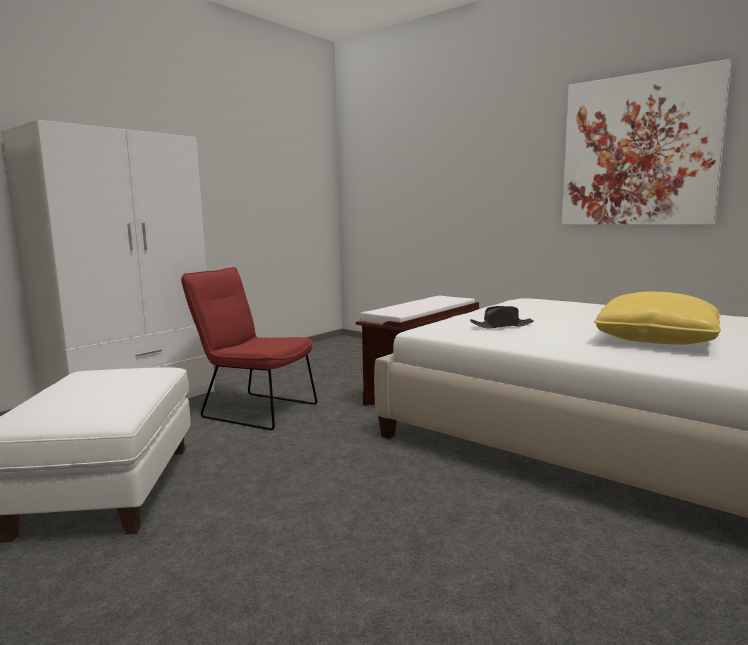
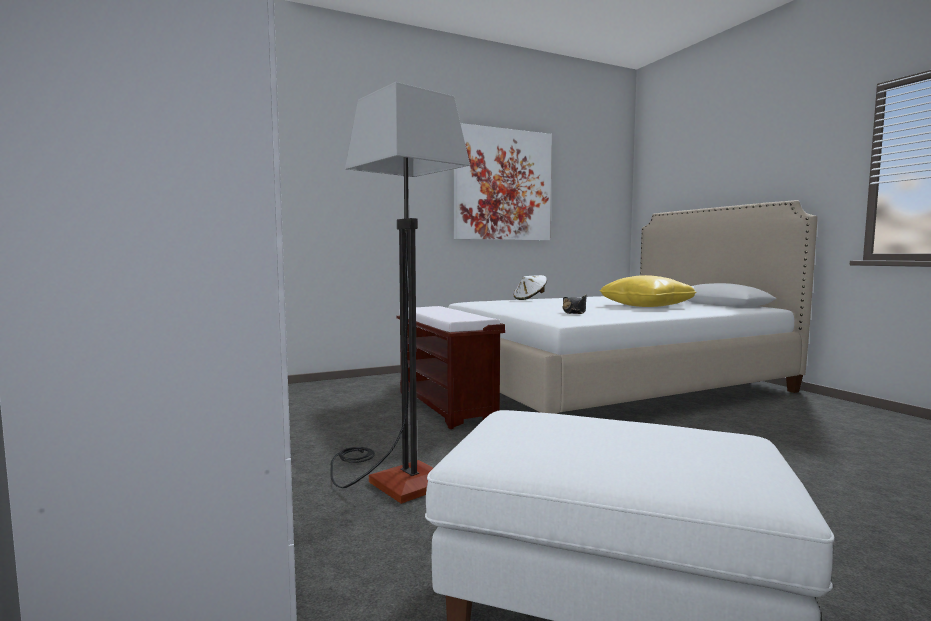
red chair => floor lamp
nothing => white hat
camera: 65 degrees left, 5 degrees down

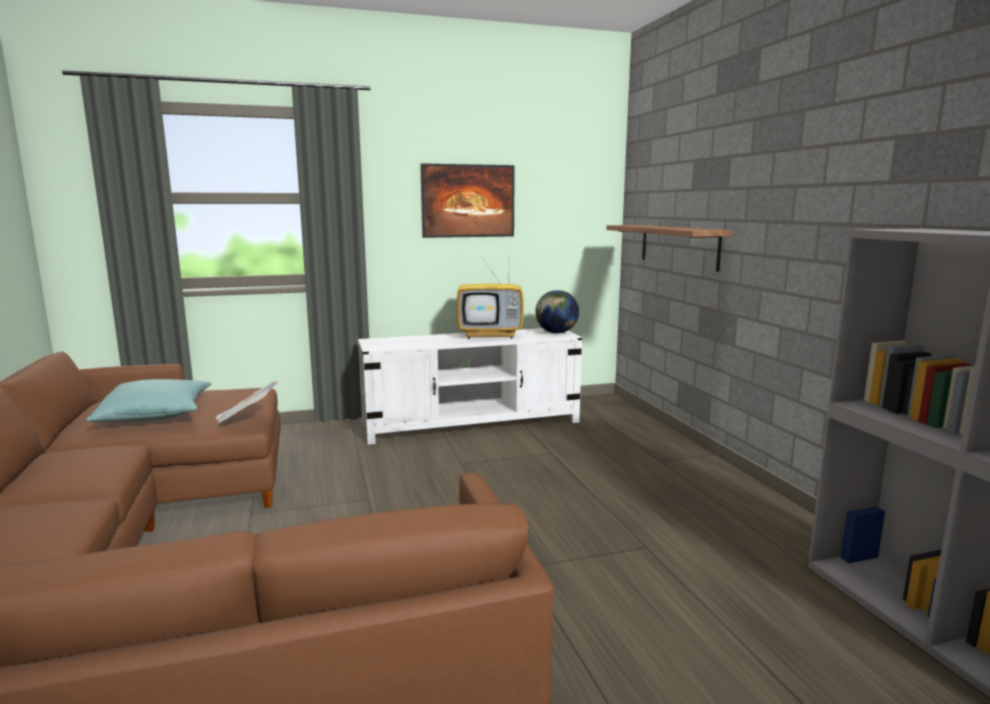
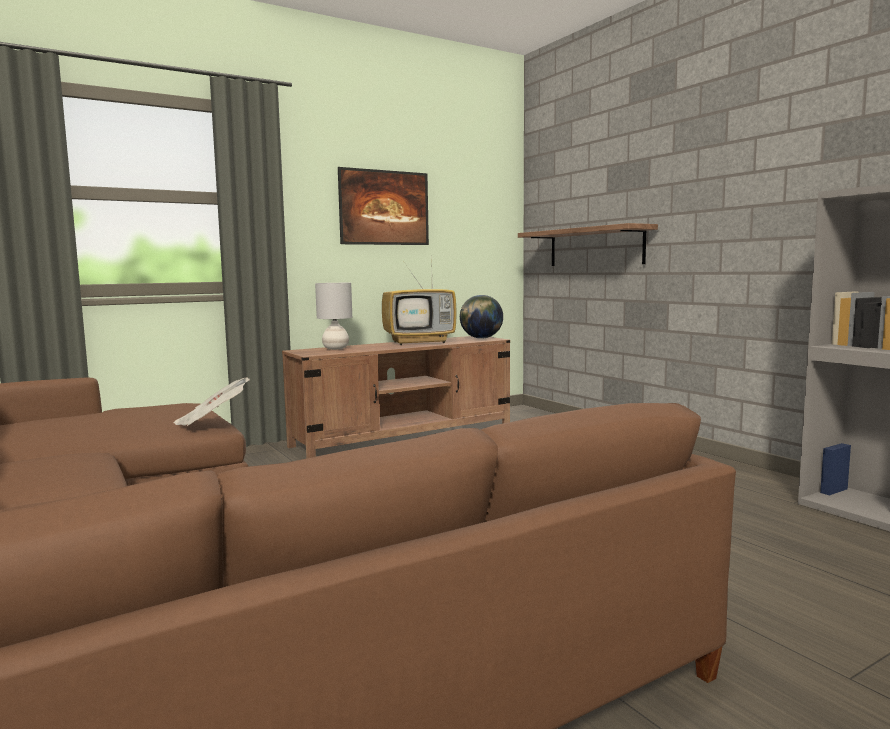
white tv stand => brown tv stand
turquoise pillow => nothing
nothing => grey table lamp
camera: 15 degrees left, 5 degrees down

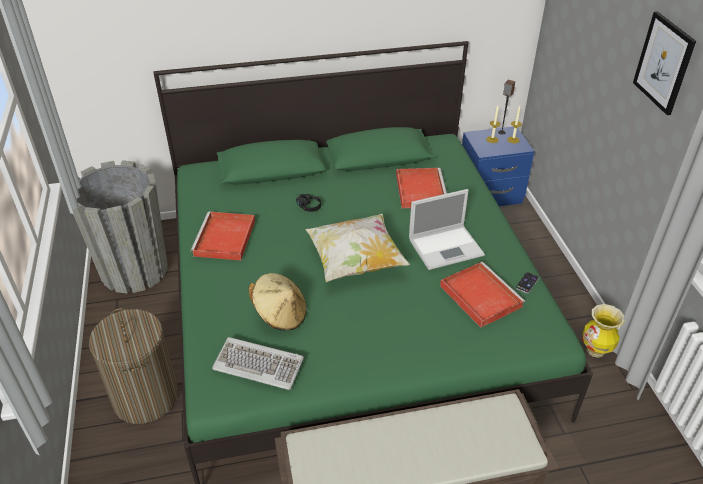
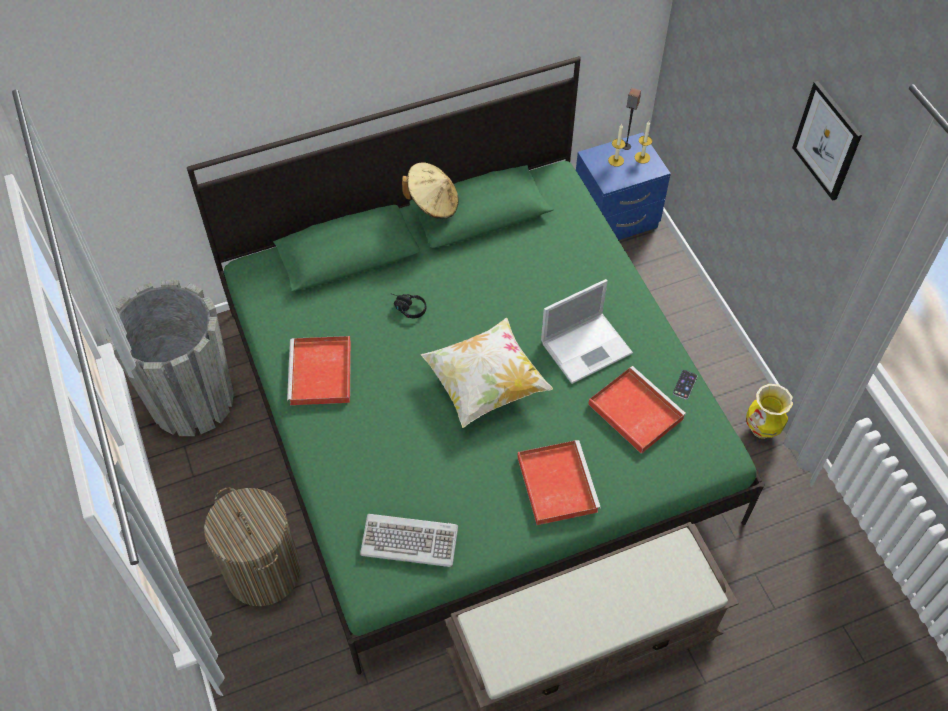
red tray (no. 2 from left), relocated
beige hat, relocated
camera: 10 degrees left, 15 degrees up

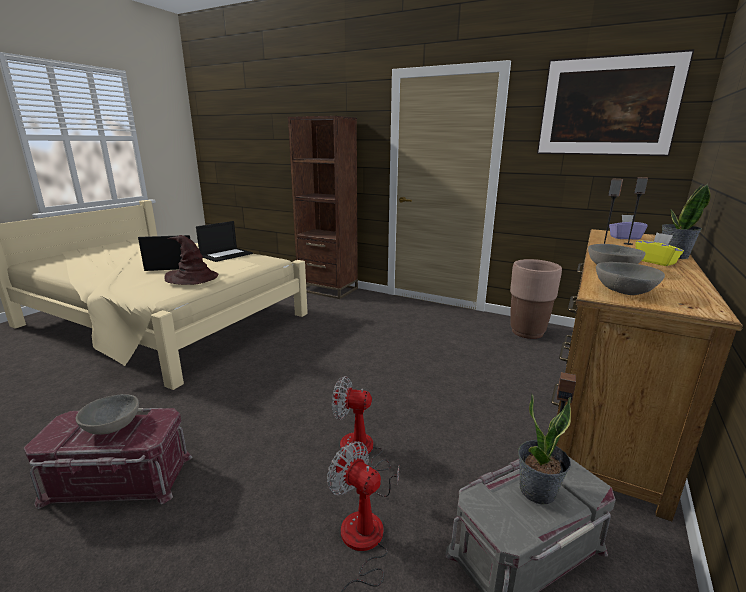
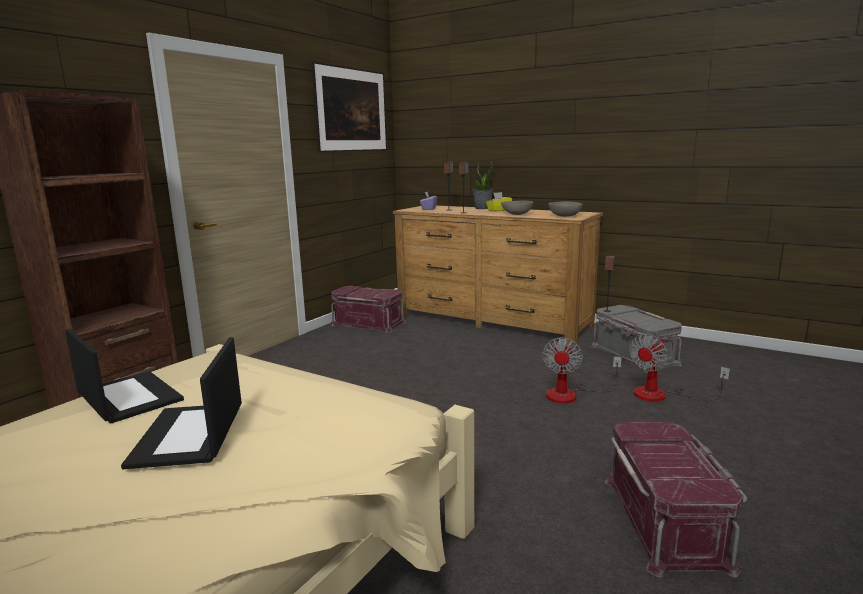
brown hat => nothing
brown planter => red storage box (no. 1 from left)
grey bowl (no. 1 from left) => nothing
potted plant (no. 1 from left) => nothing
camera: 85 degrees left, 5 degrees down

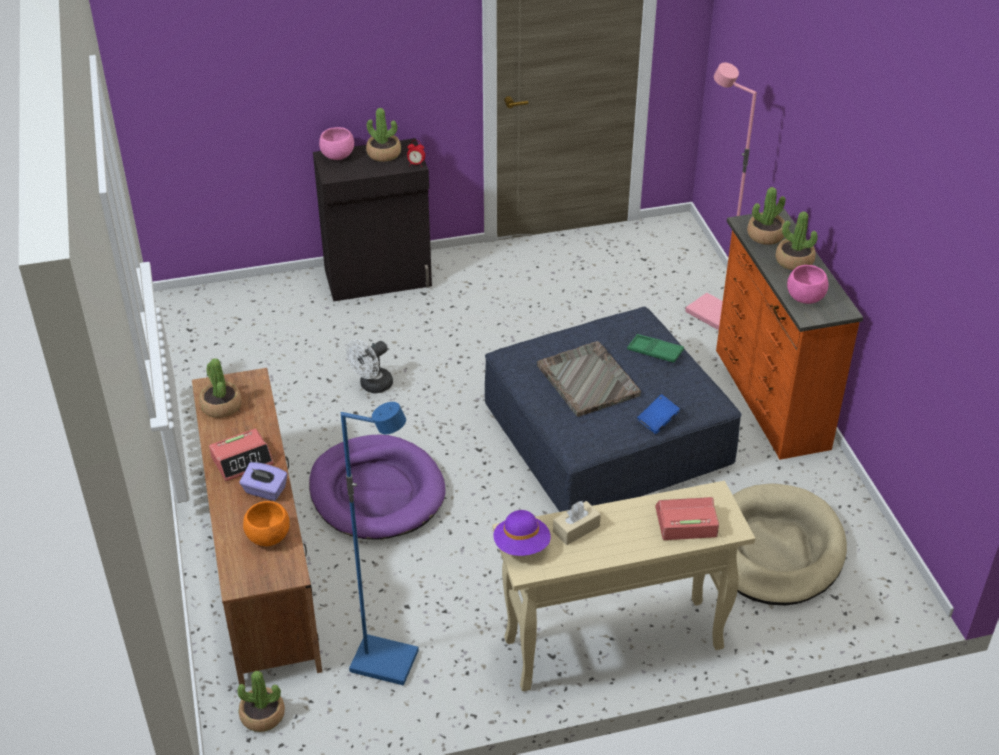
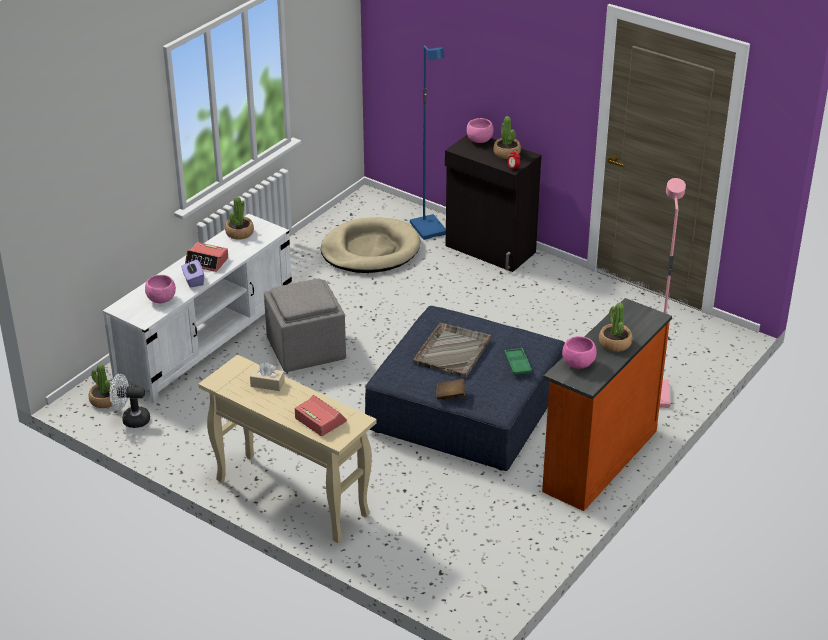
potted plant (no. 4 from left) => nothing
white fan, relocated
brown tv stand => white tv stand
blue book => brown book
blue floor lamp, relocated
purple dog bed => grey ottoman
beige dog bed, relocated
orange bowl => pink bowl (no. 1 from left)
purple hat => nothing
camera: 50 degrees right, 5 degrees down

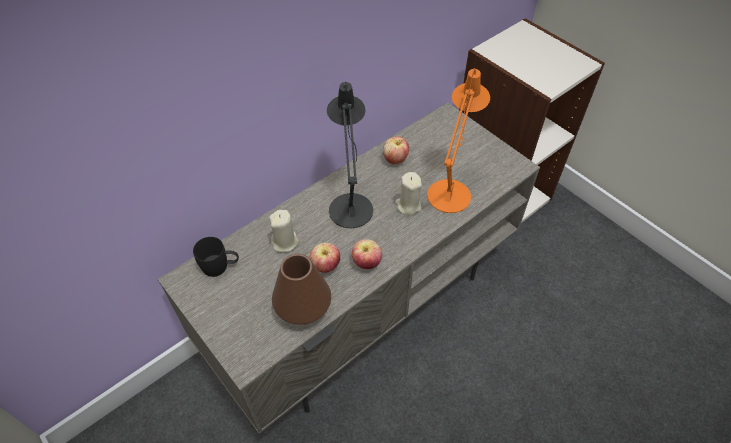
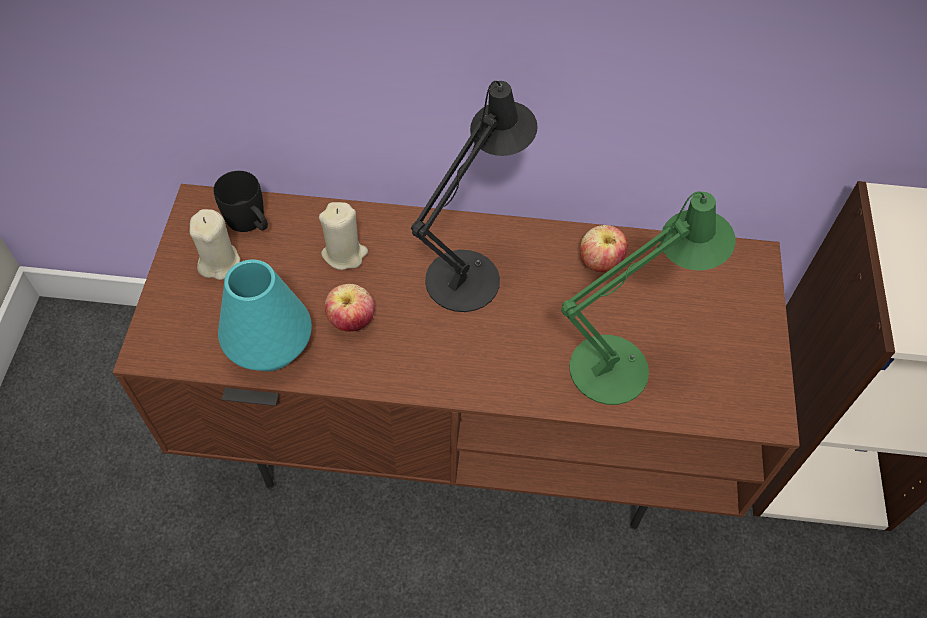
orange table lamp => green table lamp
grey tv stand => brown tv stand
beige candle (no. 2 from left in the first image) => beige candle (no. 1 from left), relocated
apple (no. 2 from left) => nothing
brown vase => turquoise vase
camera: 45 degrees right, 5 degrees up

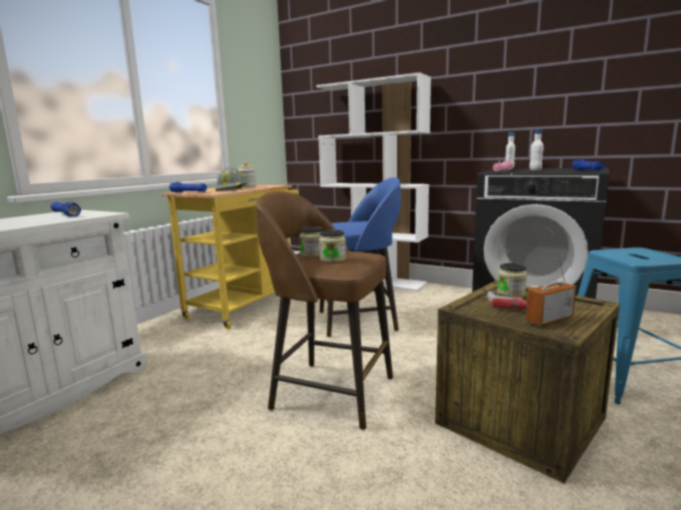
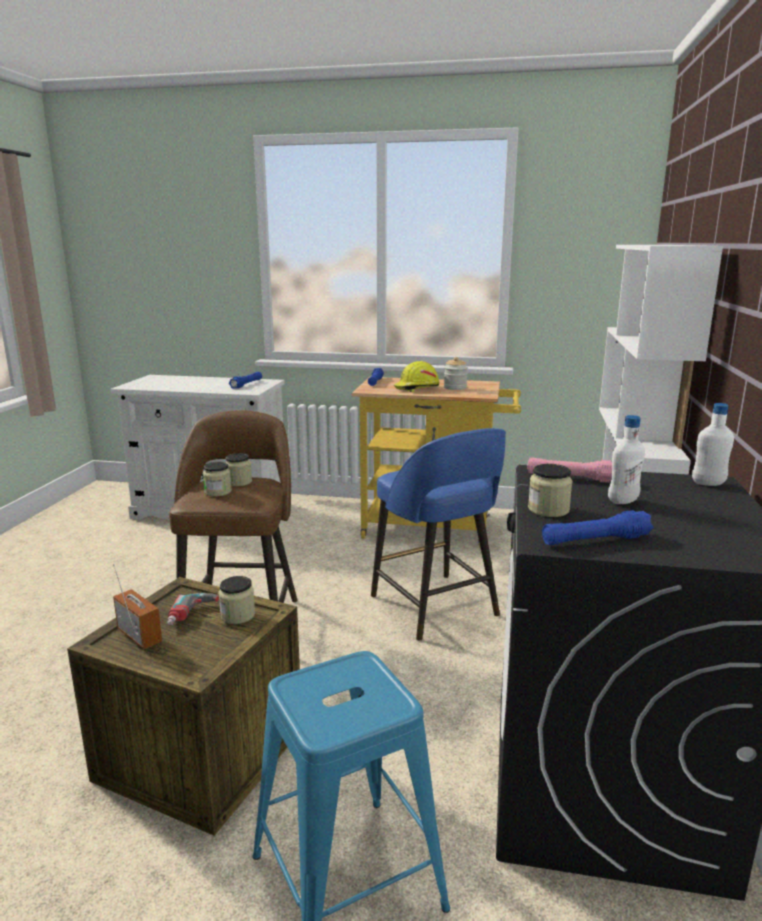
grey hard hat => yellow hard hat
nothing => jar (no. 5 from left)
camera: 70 degrees right, 5 degrees up

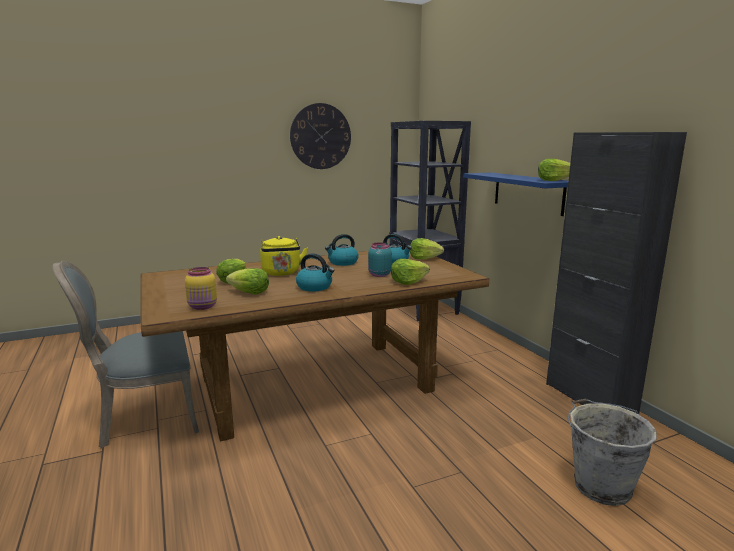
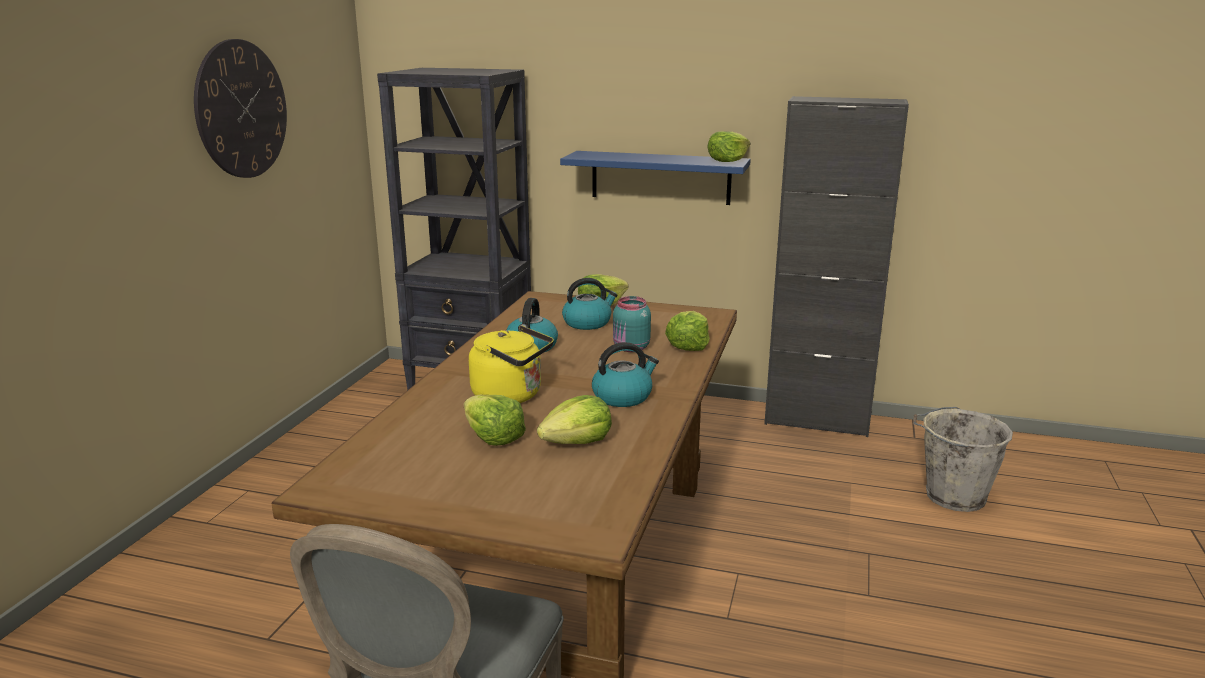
yellow jar => nothing
camera: 50 degrees left, 5 degrees up

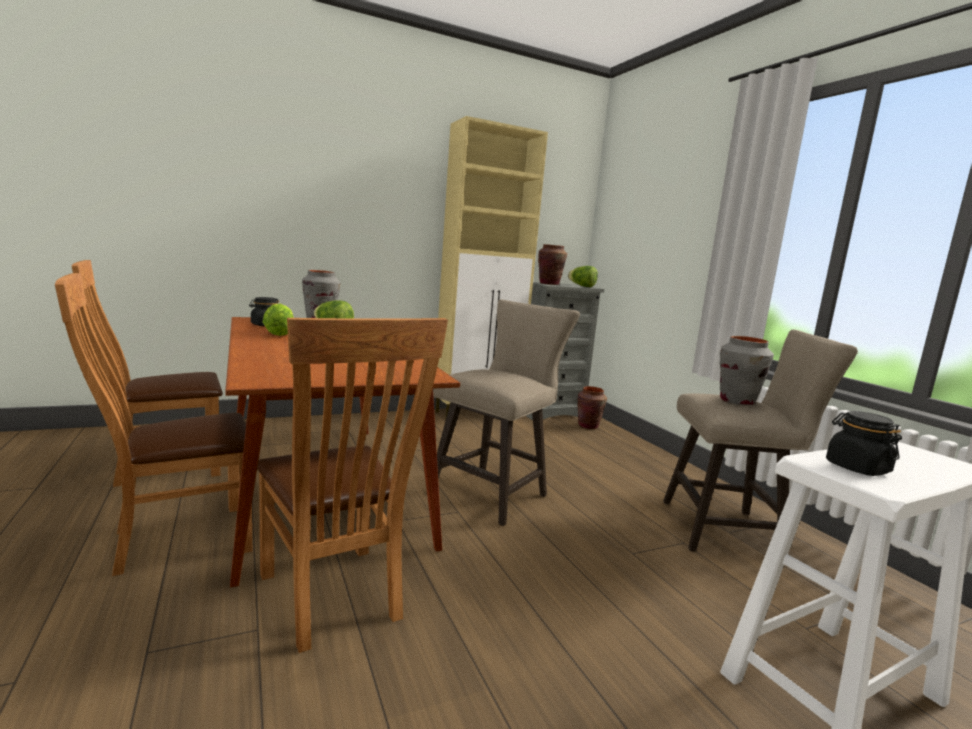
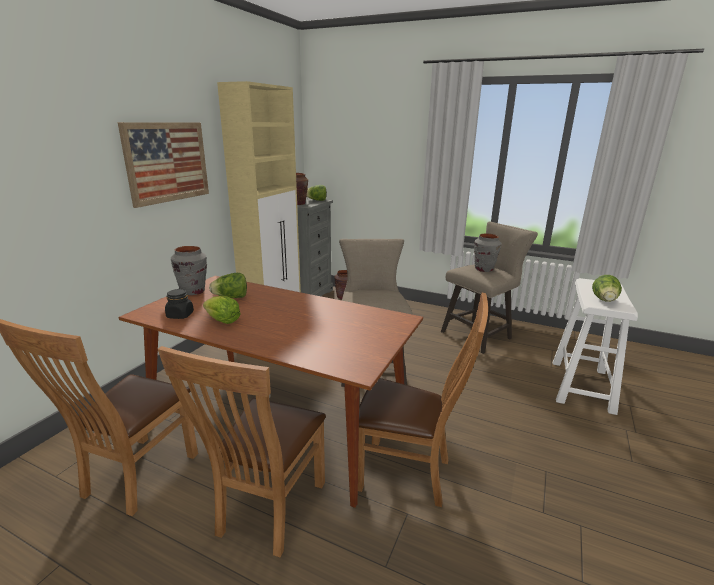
black jar (no. 2 from left) => lettuce (no. 4 from left)
nothing => picture
camera: 40 degrees left, 10 degrees up

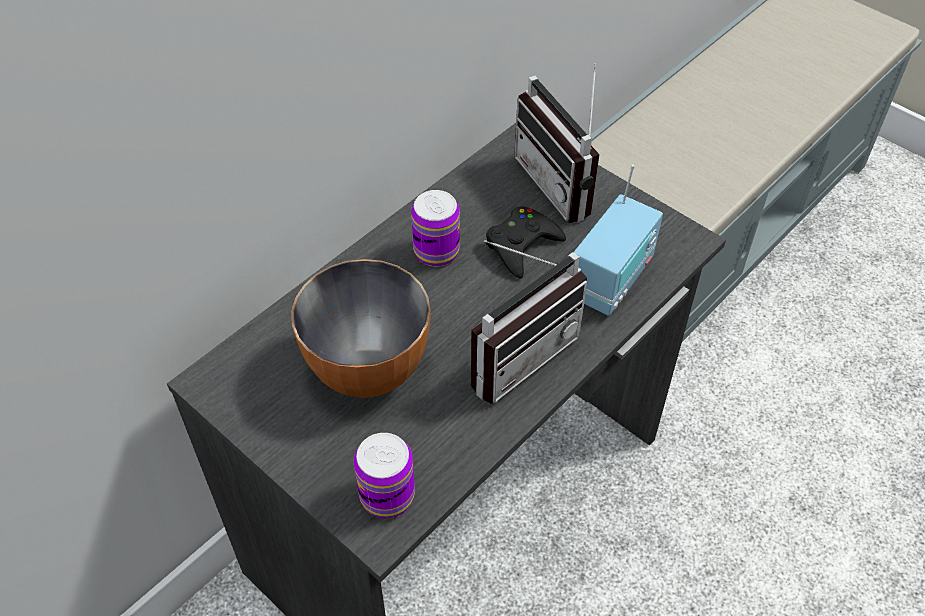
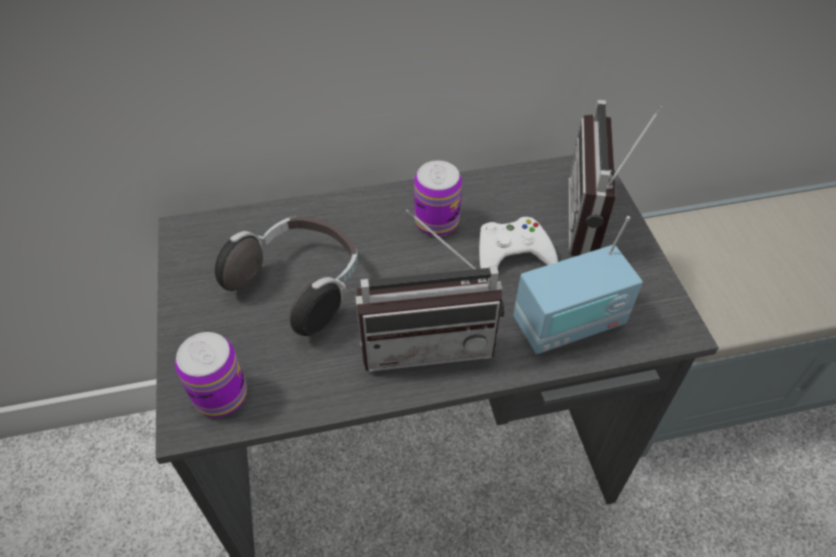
black game controller => white game controller
bowl => headphones
camera: 35 degrees right, 0 degrees up

